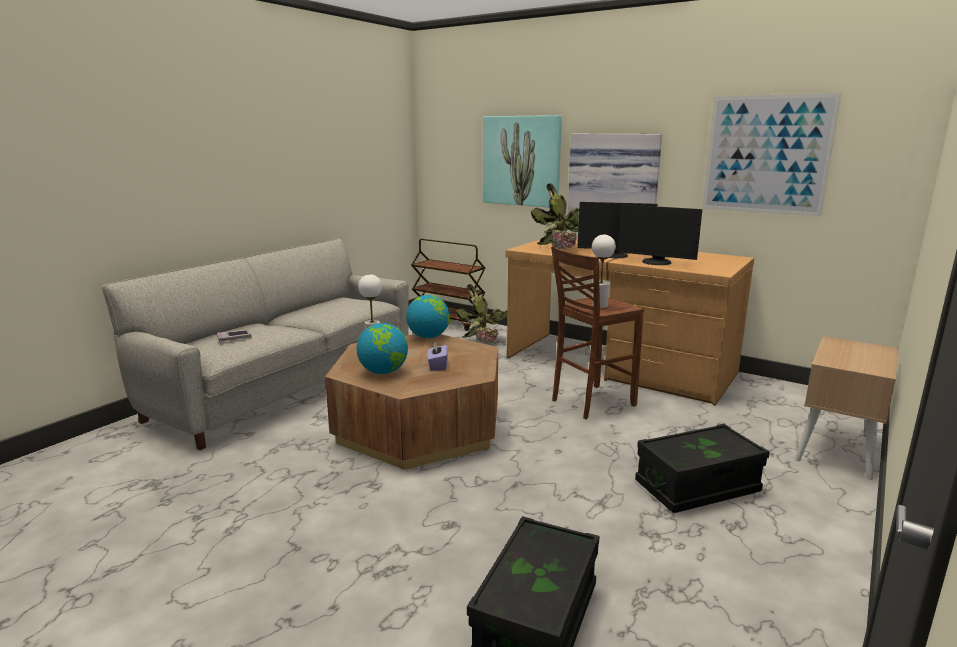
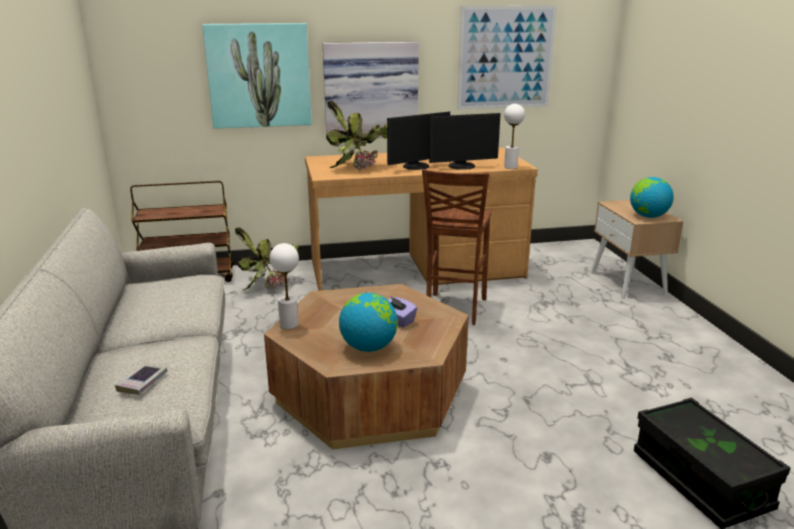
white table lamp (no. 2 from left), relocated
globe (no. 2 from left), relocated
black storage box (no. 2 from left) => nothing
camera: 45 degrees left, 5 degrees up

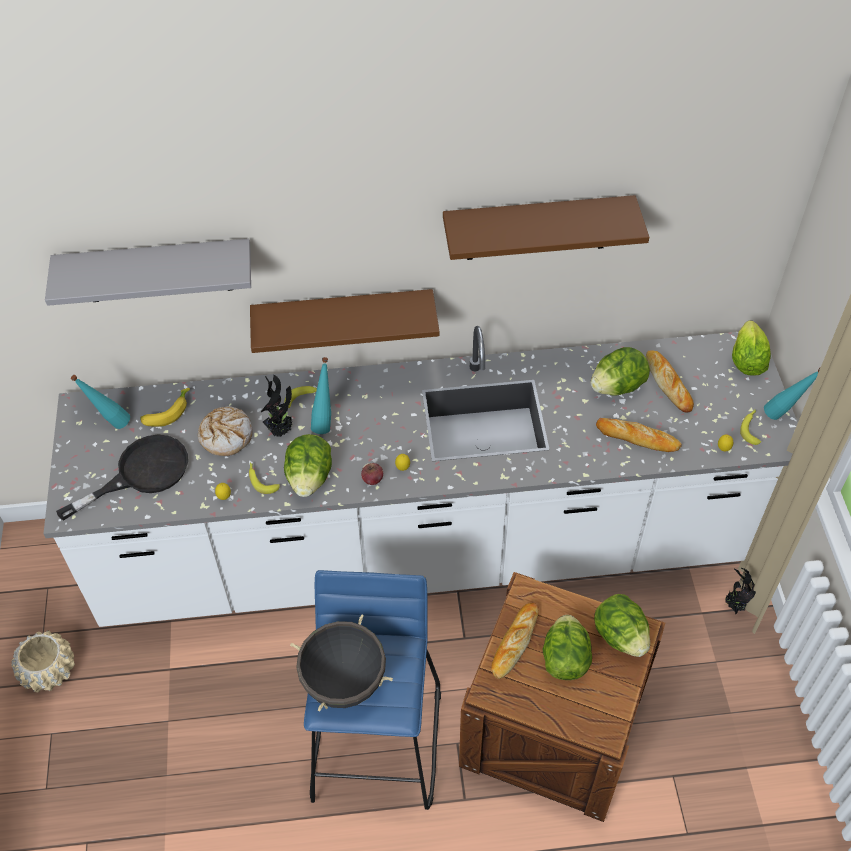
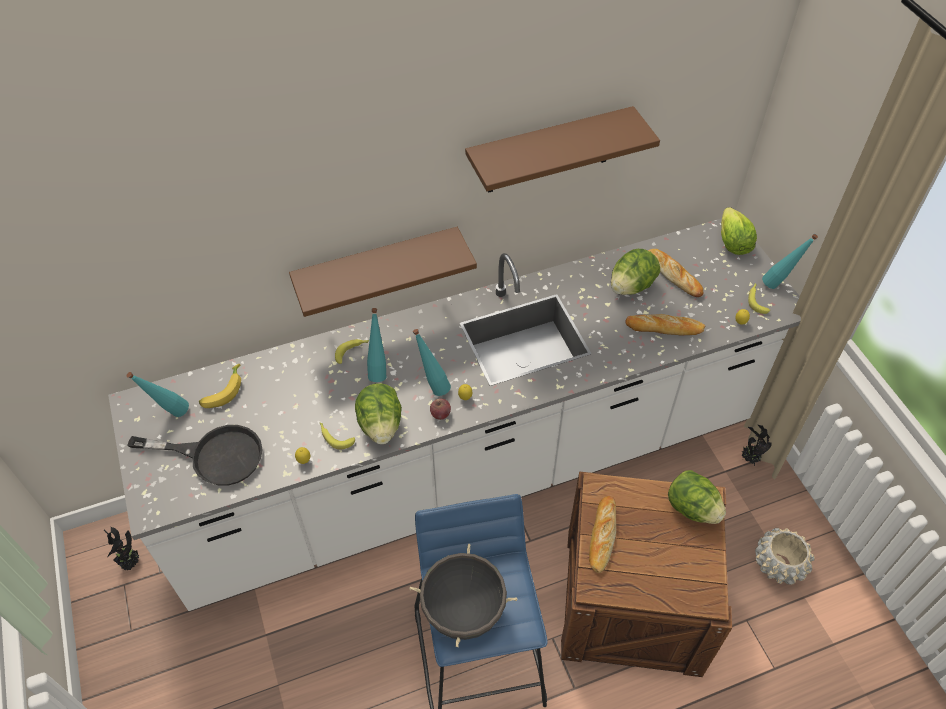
grey shelf => nothing
potted plant (no. 1 from left), relocated
bread (no. 1 from left) => nothing
black frying pan, 60 degrees clockwise
lettuce (no. 2 from left) => nothing
beige planter, relocated
nothing => turquoise bottle (no. 3 from left)
camera: 15 degrees left, 0 degrees up

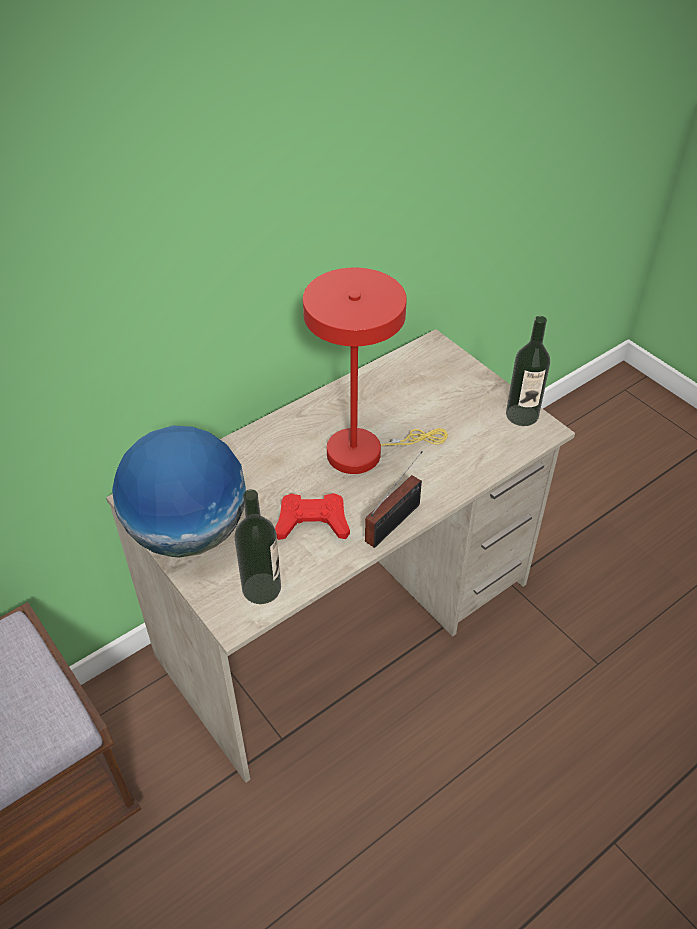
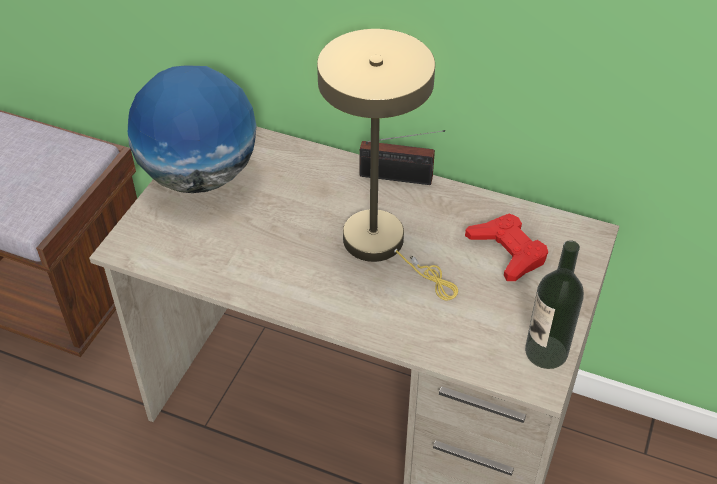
red table lamp => beige table lamp
radio, relocated
bottle (no. 1 from left) => nothing
red game controller, relocated
camera: 60 degrees right, 0 degrees up

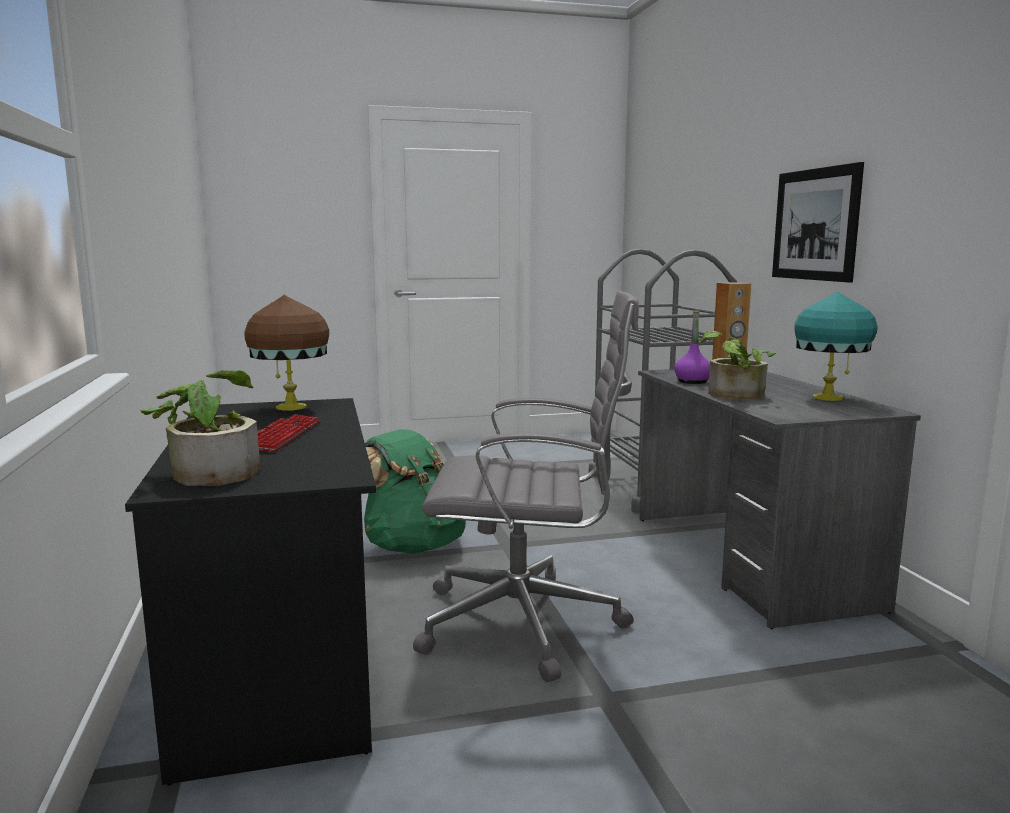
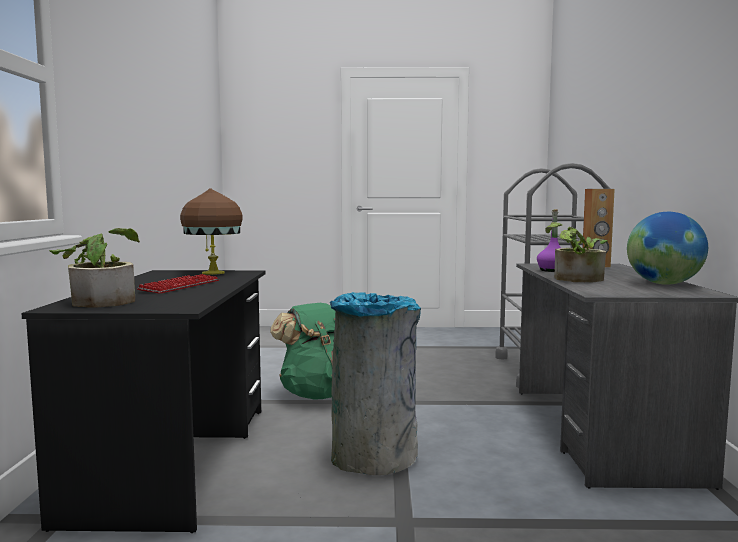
picture => nothing
grey office chair => grey trash can
turquoise table lamp => globe
camera: 15 degrees right, 5 degrees down

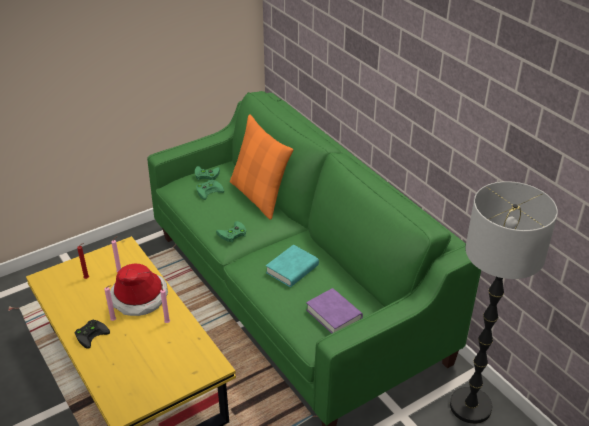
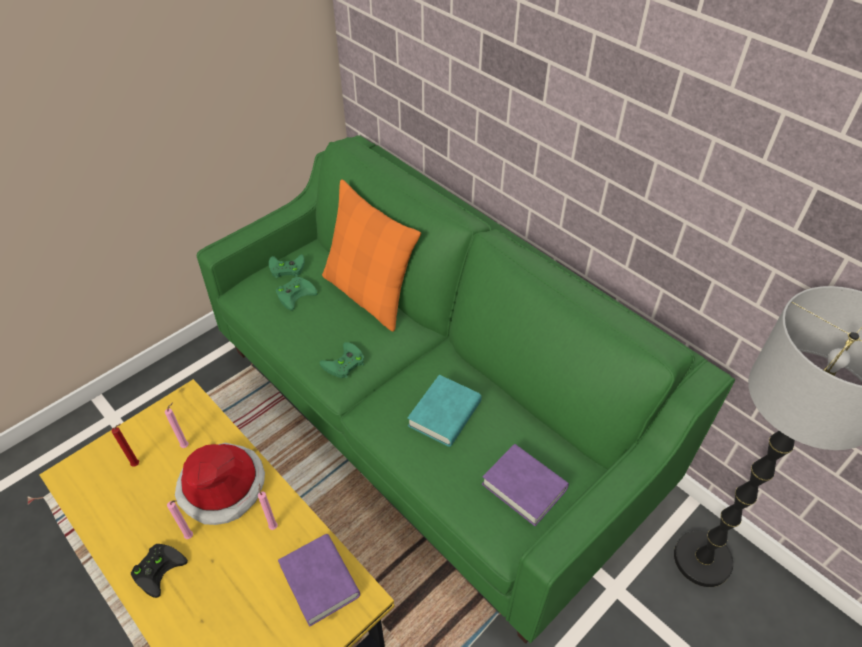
nothing => purple book (no. 1 from left)
camera: 10 degrees left, 10 degrees up

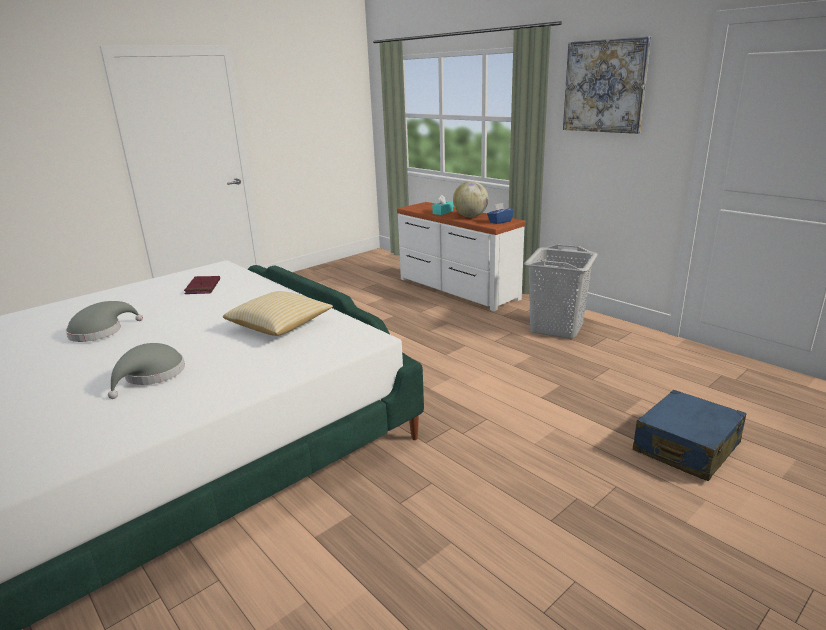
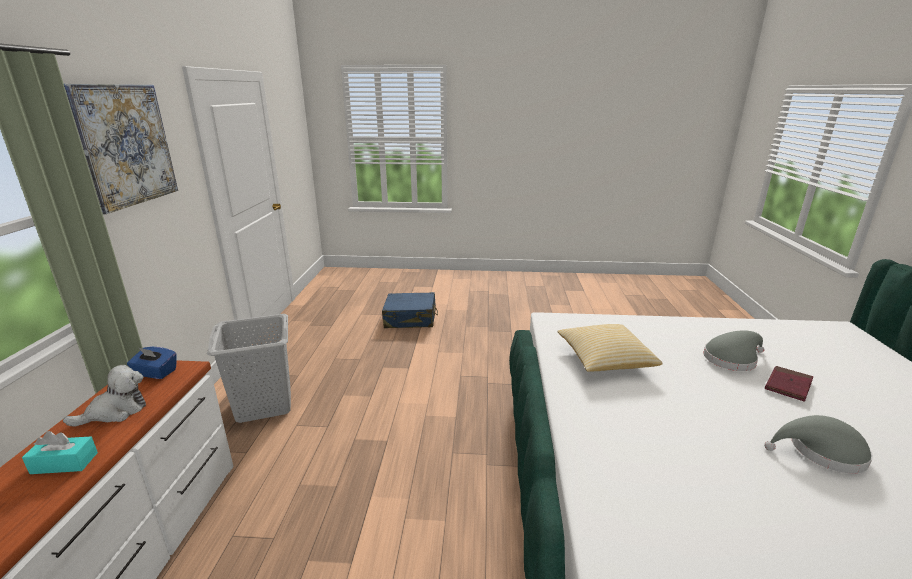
globe => plush toy
red book, relocated
camera: 135 degrees left, 0 degrees up

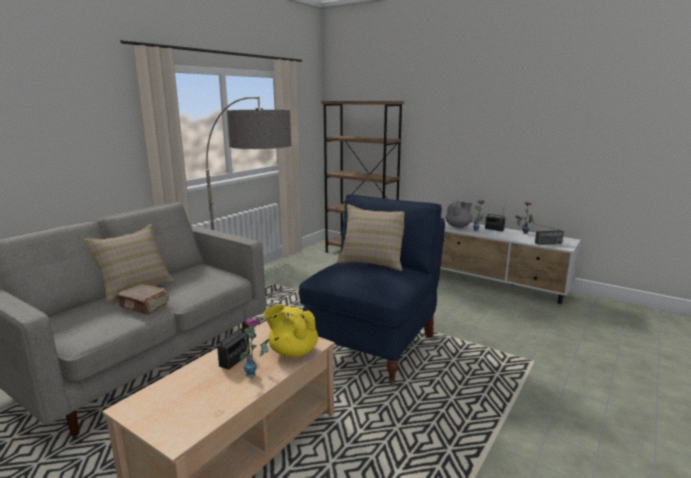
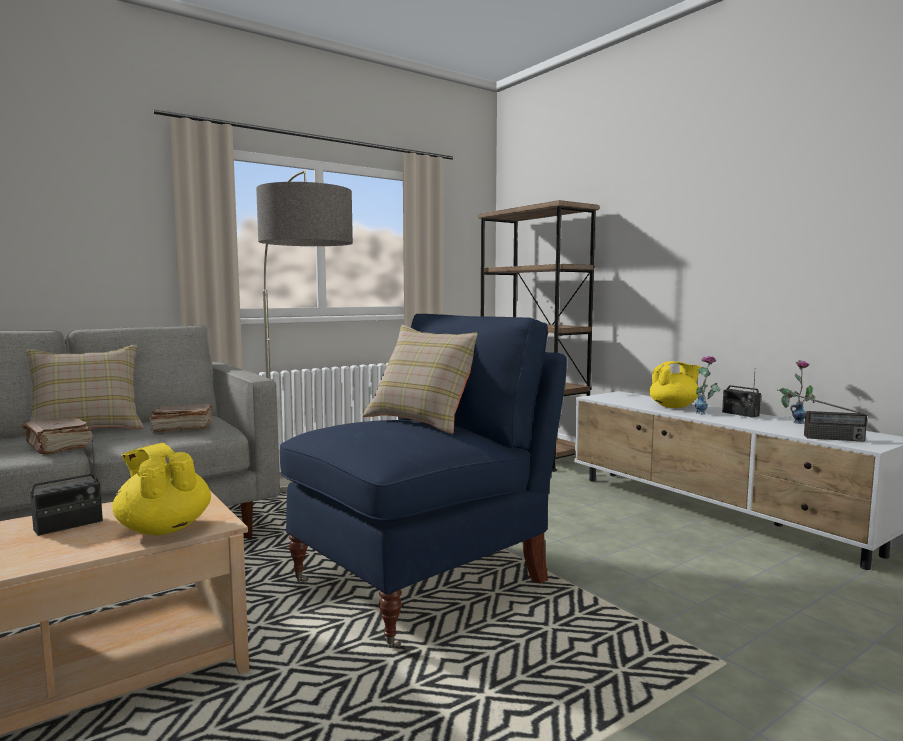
grey teapot => yellow teapot (no. 2 from left)
vase (no. 1 from left) => nothing
nothing => brown book (no. 2 from left)
camera: 20 degrees right, 10 degrees down

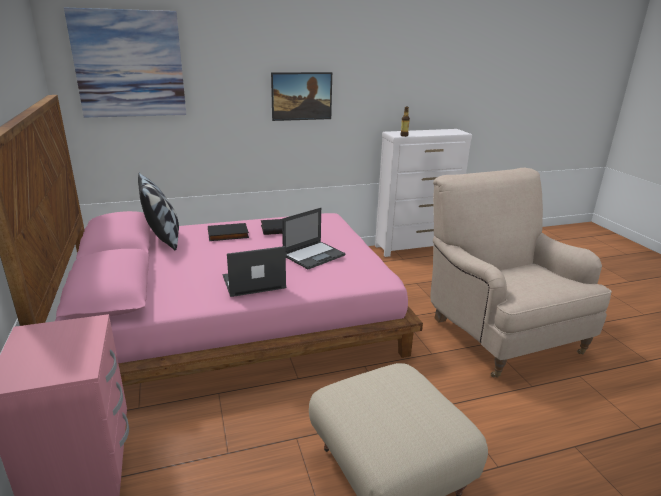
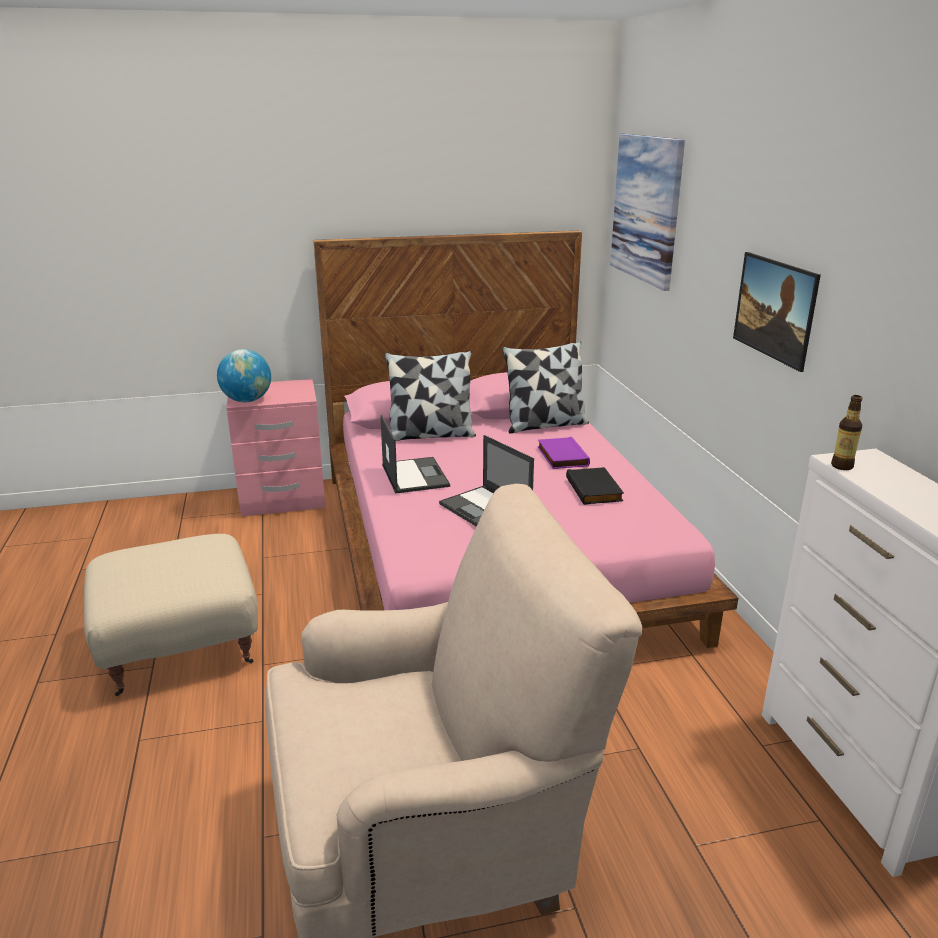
black book (no. 1 from left) => purple book
nothing => globe
nothing => pillow (no. 1 from left)
camera: 95 degrees right, 0 degrees up

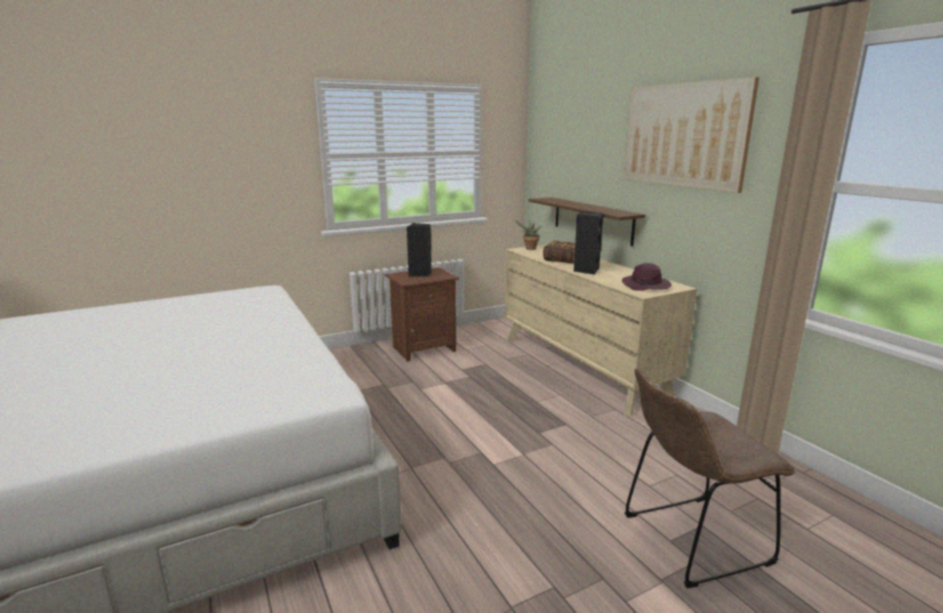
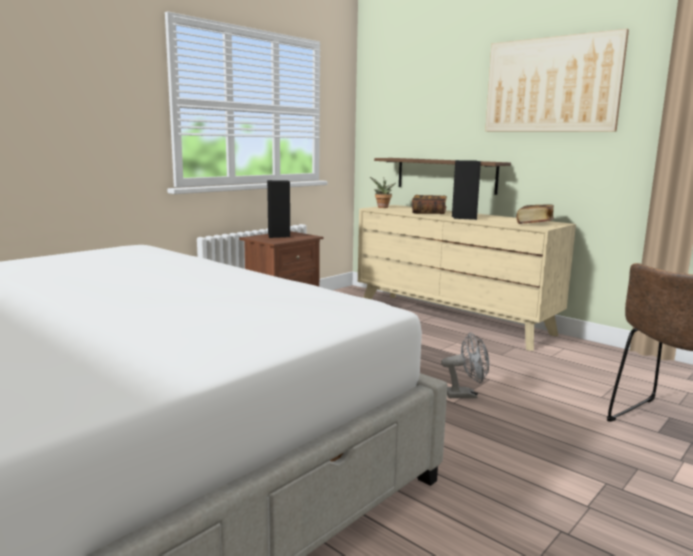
purple hat => book (no. 2 from left)
nothing => grey fan
camera: 20 degrees left, 5 degrees down

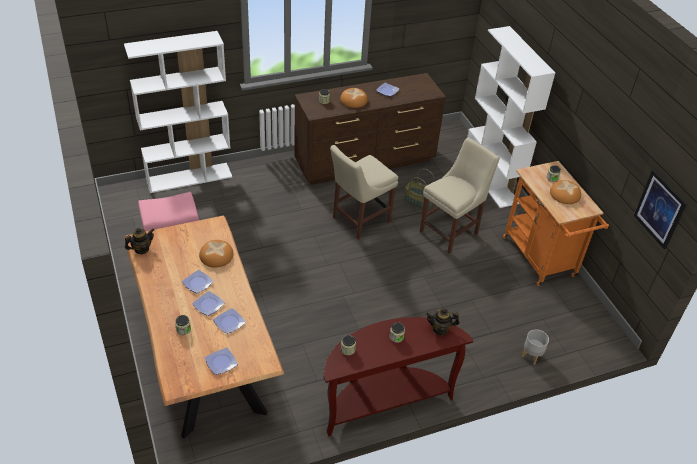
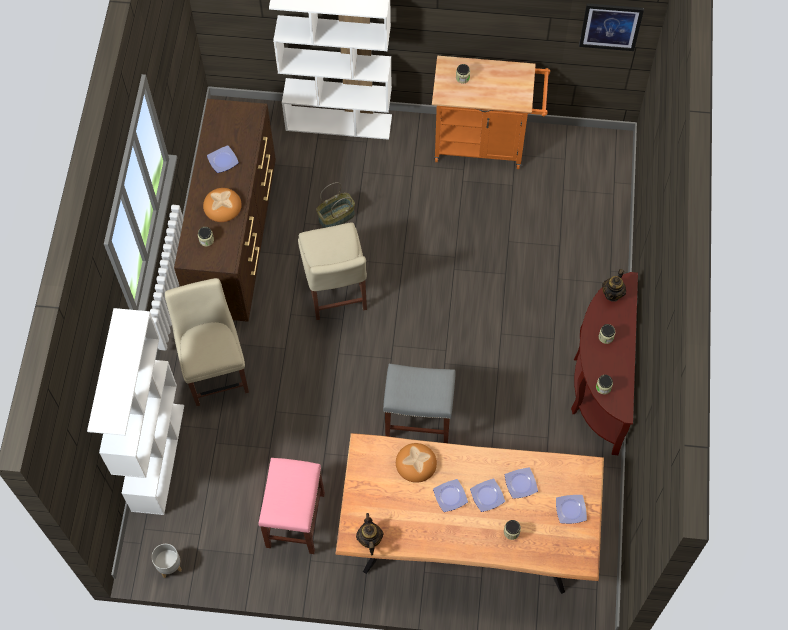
beige chair (no. 2 from left in the first image) => beige chair (no. 1 from left), relocated
bread (no. 3 from left) => nothing
grey planter, relocated
nothing => grey stool
camera: 60 degrees left, 20 degrees up

